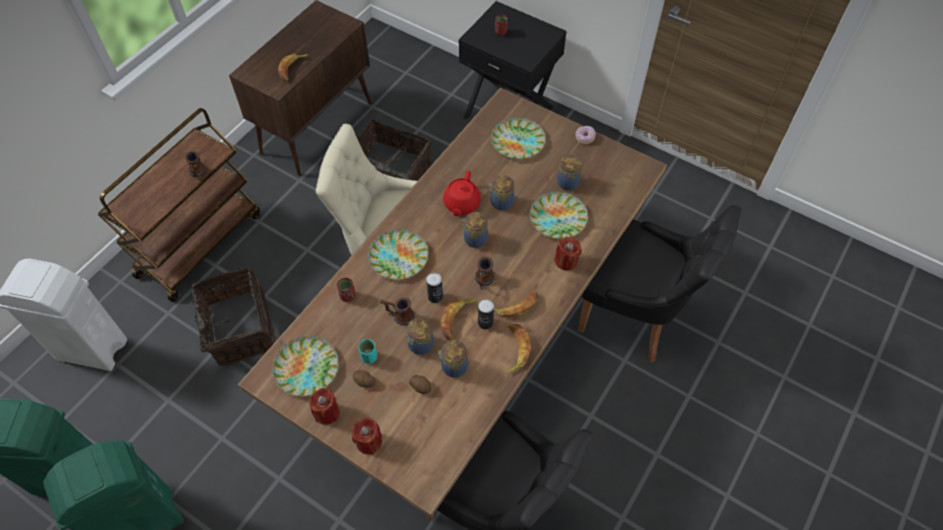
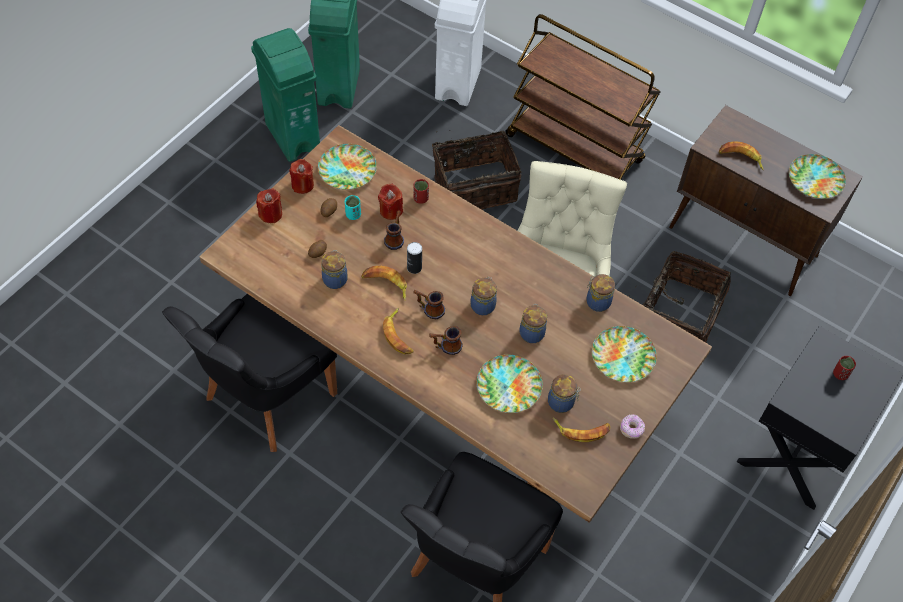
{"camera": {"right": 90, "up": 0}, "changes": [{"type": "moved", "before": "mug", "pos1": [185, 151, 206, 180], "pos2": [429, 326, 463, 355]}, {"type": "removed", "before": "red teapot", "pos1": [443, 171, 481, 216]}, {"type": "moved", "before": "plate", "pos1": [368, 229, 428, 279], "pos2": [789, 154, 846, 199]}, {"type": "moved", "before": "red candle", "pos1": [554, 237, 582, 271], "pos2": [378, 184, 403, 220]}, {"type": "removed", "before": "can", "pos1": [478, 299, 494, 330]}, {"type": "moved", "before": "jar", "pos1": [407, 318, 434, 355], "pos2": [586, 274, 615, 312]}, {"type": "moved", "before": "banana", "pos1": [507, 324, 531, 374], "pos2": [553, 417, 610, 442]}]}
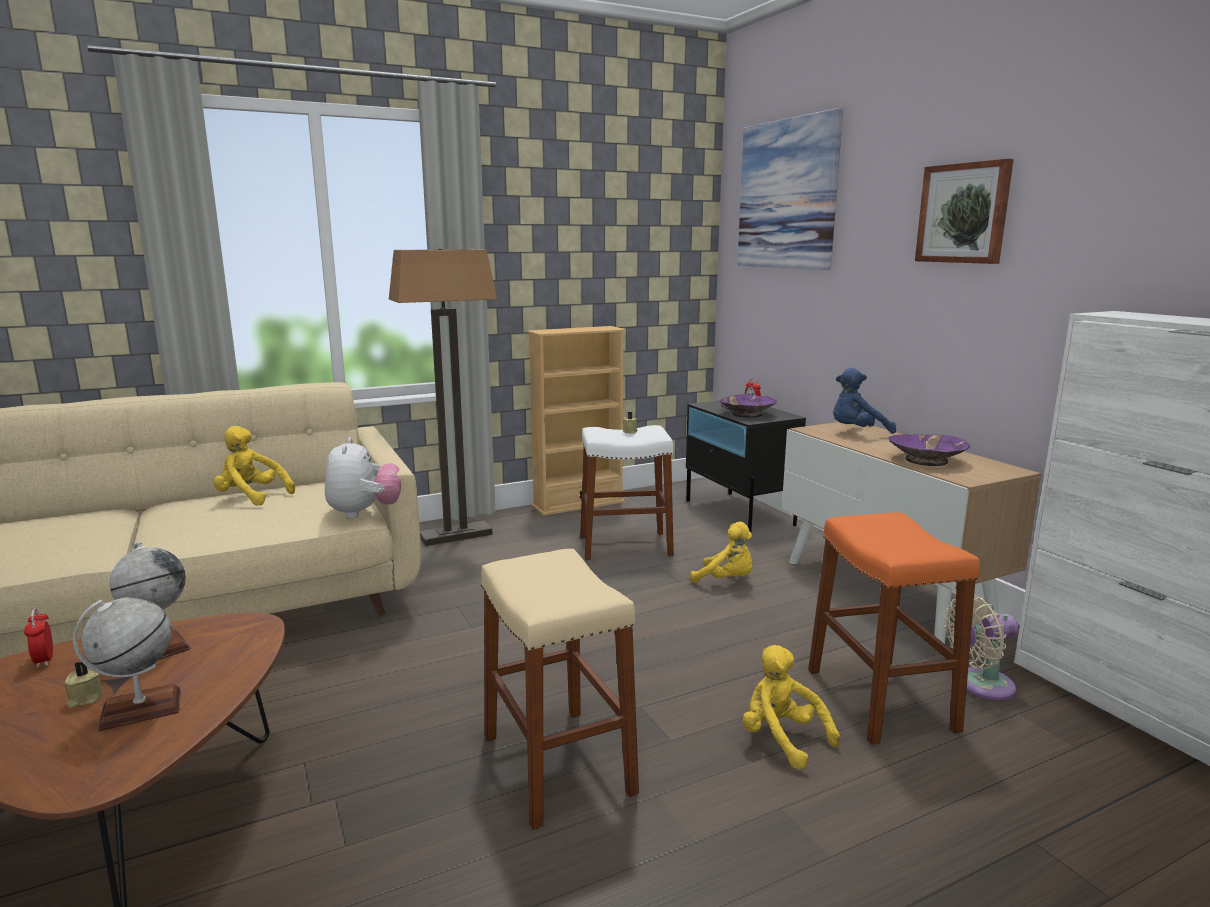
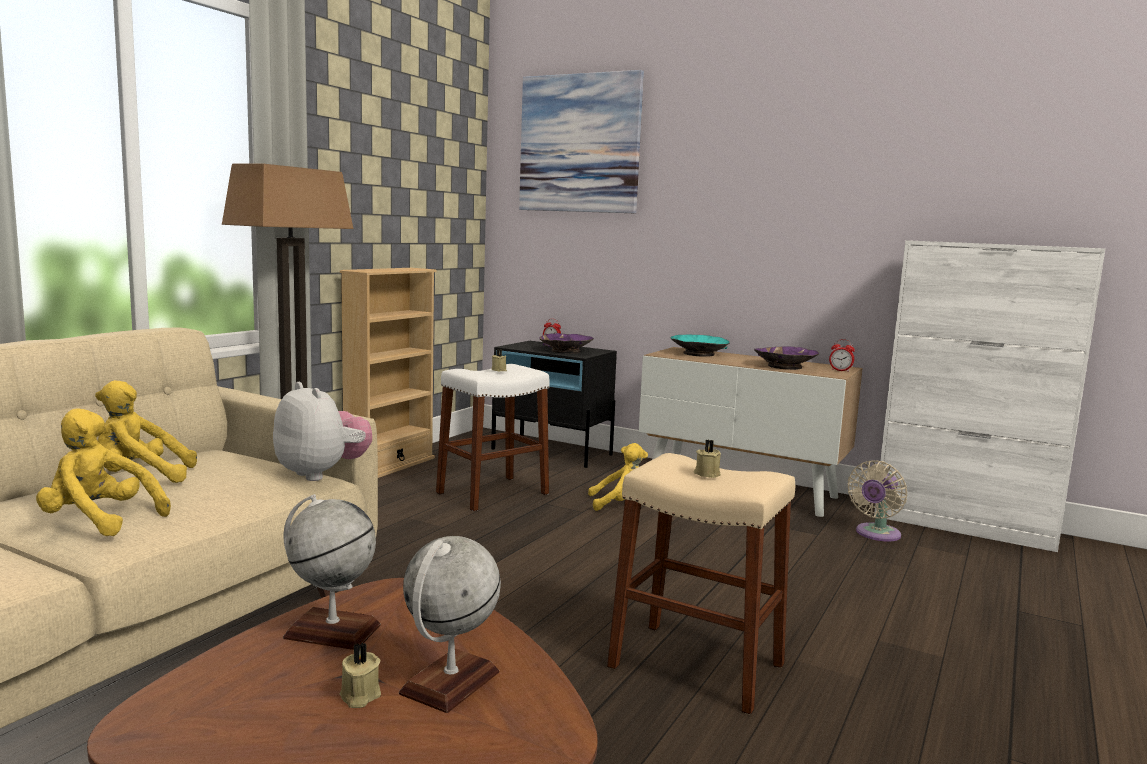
{"camera": {"right": -35, "up": -5}, "changes": [{"type": "removed", "before": "picture", "pos1": [915, 159, 1014, 264]}, {"type": "replaced", "before": "blue plush toy", "after": "turquoise bowl", "pos1": [833, 368, 896, 434], "pos2": [671, 335, 729, 357]}, {"type": "removed", "before": "orange stool", "pos1": [808, 512, 980, 745]}, {"type": "moved", "before": "alarm clock", "pos1": [24, 608, 53, 668], "pos2": [829, 339, 855, 372]}, {"type": "moved", "before": "yellow plush toy", "pos1": [743, 645, 840, 769], "pos2": [36, 408, 171, 536]}, {"type": "added", "after": "beige candle", "pos2": [694, 440, 721, 478]}]}
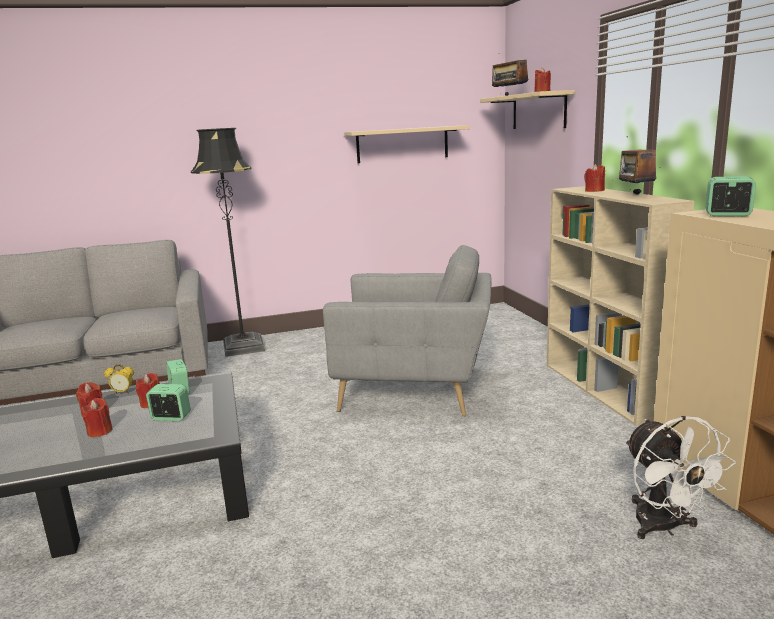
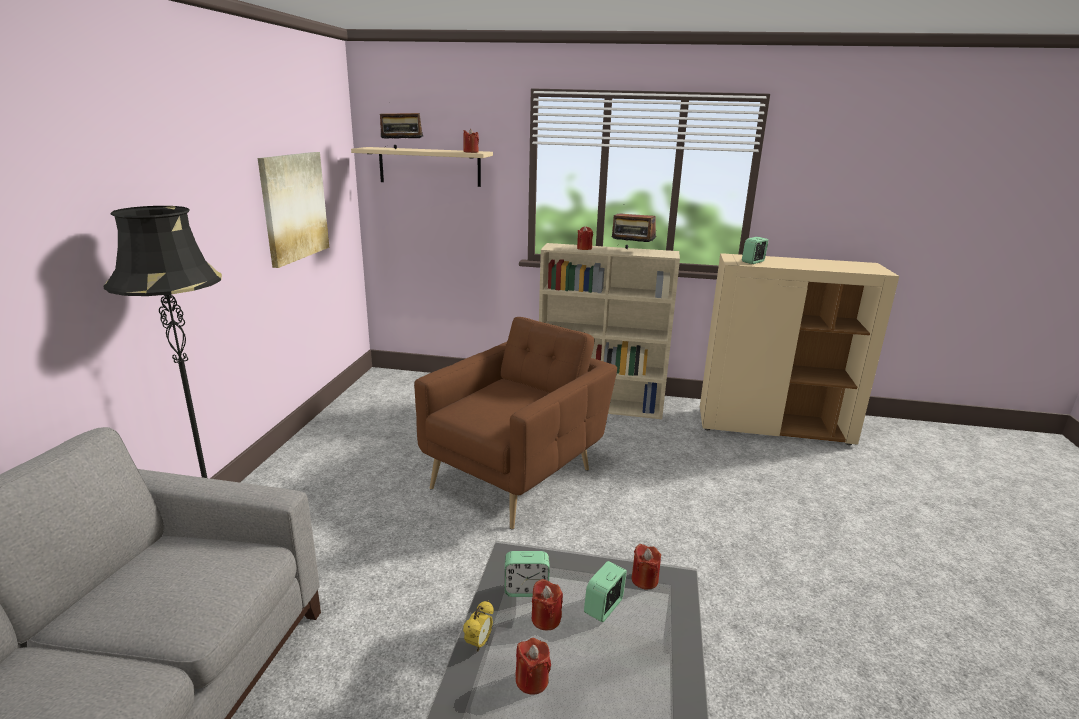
{"camera": {"right": -65, "up": 5}, "changes": [{"type": "replaced", "before": "beige shelf", "after": "picture", "pos1": [344, 125, 470, 163], "pos2": [258, 152, 329, 268]}, {"type": "recoloured", "before": "grey armchair", "after": "brown armchair", "pos1": [323, 245, 492, 416], "pos2": [414, 317, 617, 529]}, {"type": "moved", "before": "red candle", "pos1": [81, 398, 113, 437], "pos2": [632, 544, 661, 589]}, {"type": "removed", "before": "white fan", "pos1": [625, 416, 736, 539]}]}
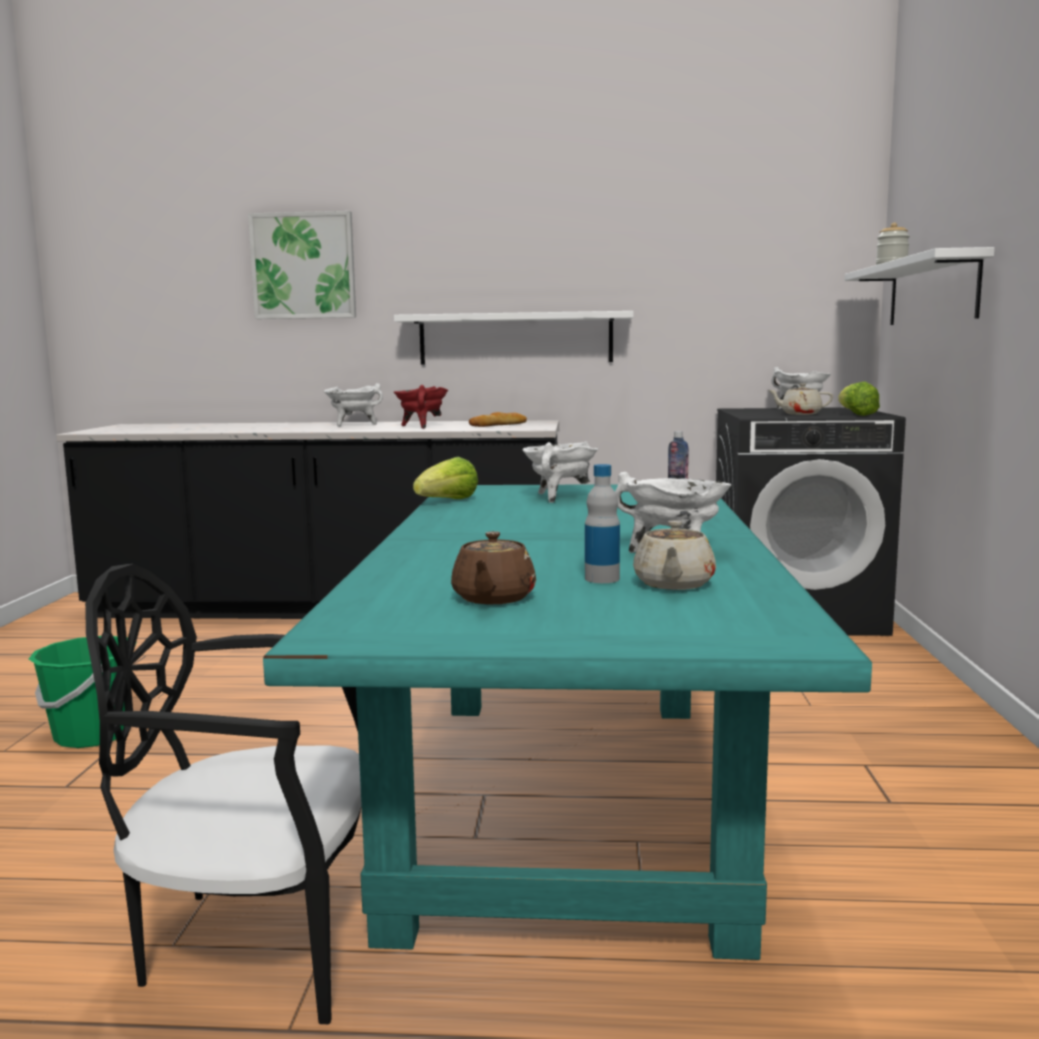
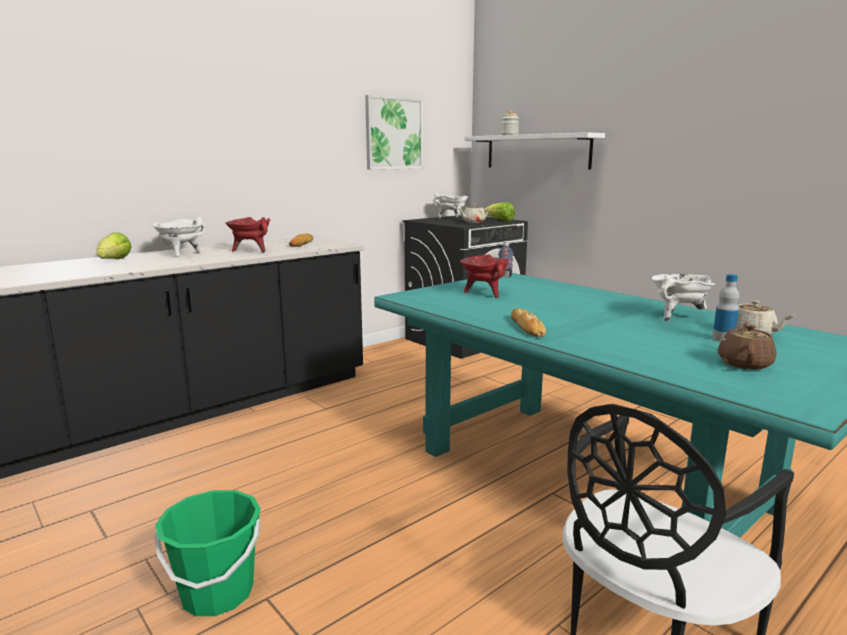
{"camera": {"right": -45, "up": 5}, "changes": [{"type": "moved", "before": "picture", "pos1": [248, 211, 356, 319], "pos2": [365, 95, 423, 170]}, {"type": "removed", "before": "white shelf", "pos1": [394, 311, 634, 365]}, {"type": "recoloured", "before": "white cooking pot", "after": "red cooking pot", "pos1": [523, 441, 598, 503], "pos2": [460, 254, 510, 298]}, {"type": "moved", "before": "lettuce", "pos1": [413, 457, 478, 499], "pos2": [97, 232, 132, 259]}, {"type": "turned", "before": "brown teapot", "pos1": [451, 531, 536, 604], "pos2": [718, 322, 777, 370], "turn": -120}, {"type": "added", "after": "bread", "pos2": [511, 308, 546, 337]}]}
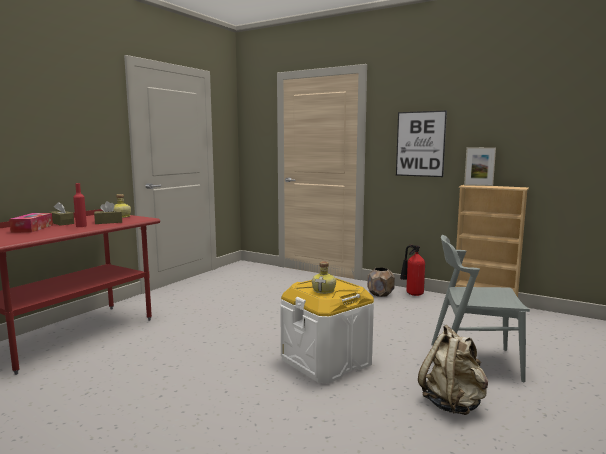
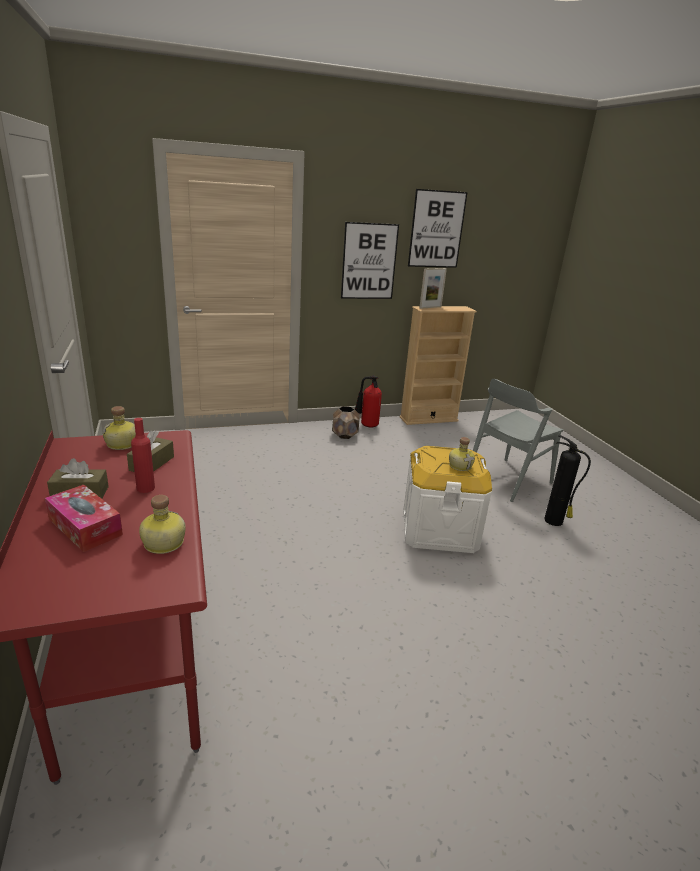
{"camera": {"right": -50, "up": 15}, "changes": [{"type": "replaced", "before": "beige backpack", "after": "fire extinguisher", "pos1": [418, 325, 489, 415], "pos2": [544, 435, 591, 526]}, {"type": "added", "after": "picture", "pos2": [408, 189, 468, 268]}, {"type": "added", "after": "bottle", "pos2": [139, 495, 186, 554]}]}
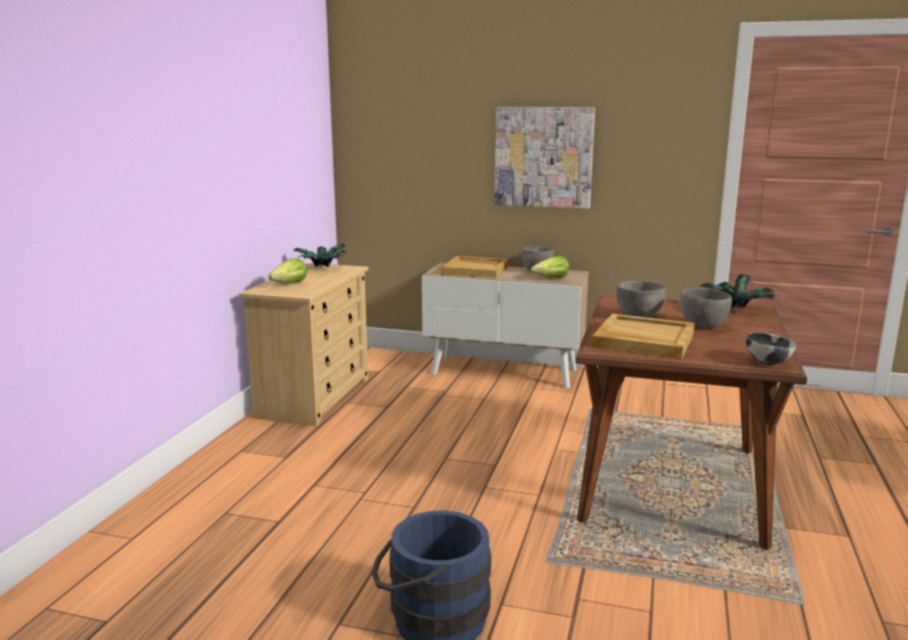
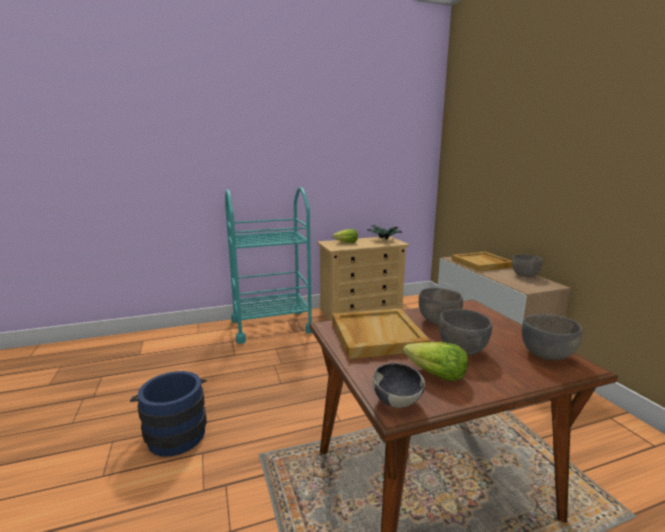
{"camera": {"right": 55, "up": 0}, "changes": [{"type": "removed", "before": "picture", "pos1": [494, 107, 595, 209]}, {"type": "moved", "before": "lettuce", "pos1": [531, 256, 569, 278], "pos2": [403, 342, 468, 381]}, {"type": "replaced", "before": "potted plant", "after": "grey bowl", "pos1": [700, 274, 777, 308], "pos2": [522, 314, 582, 361]}, {"type": "added", "after": "turquoise cart", "pos2": [225, 187, 312, 344]}]}
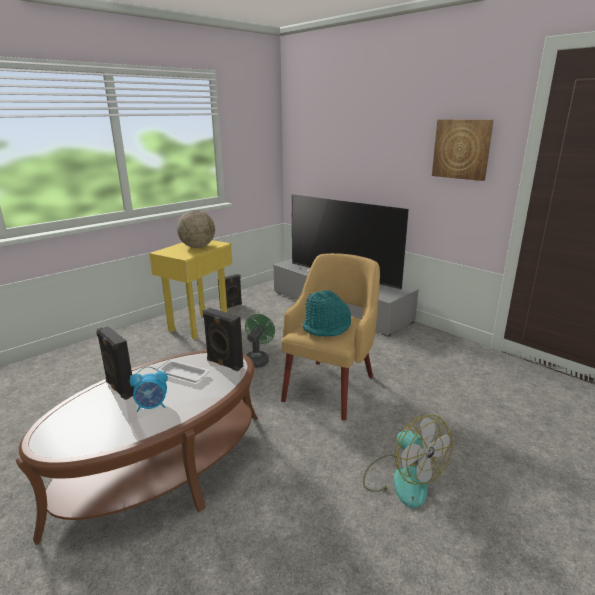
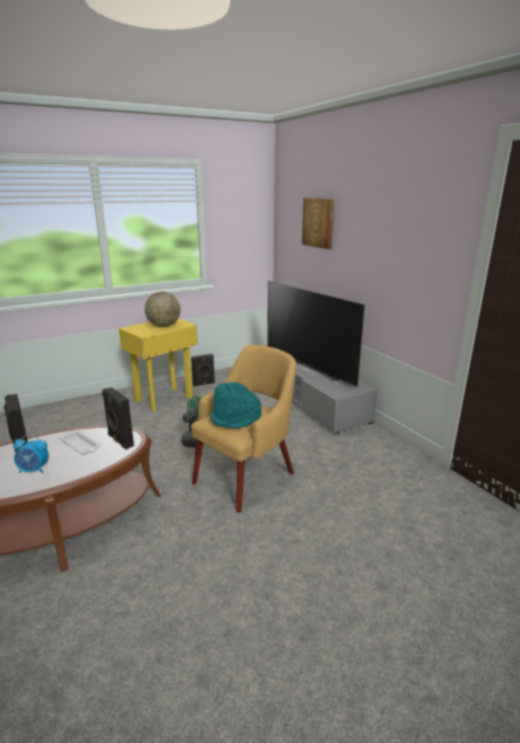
{"camera": {"right": 15, "up": 0}, "changes": [{"type": "moved", "before": "picture", "pos1": [432, 119, 494, 181], "pos2": [302, 198, 334, 249]}, {"type": "removed", "before": "fan", "pos1": [363, 415, 452, 508]}]}
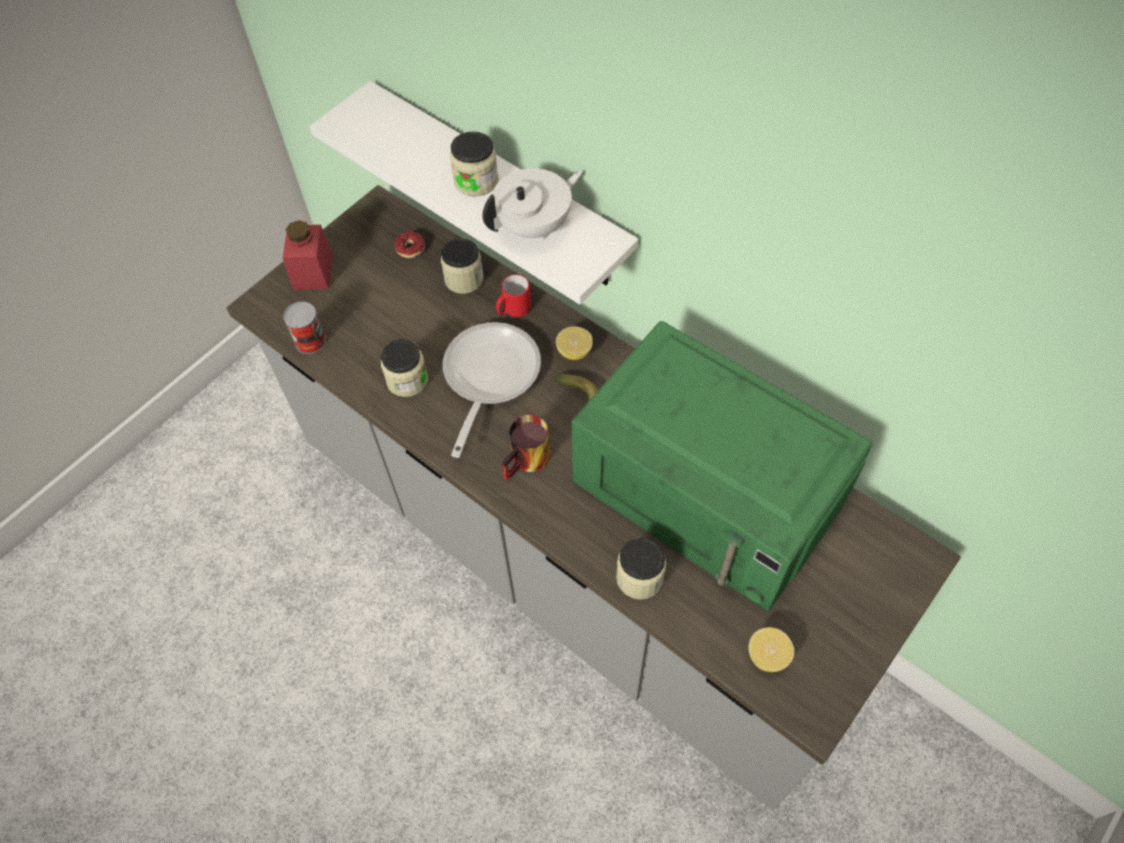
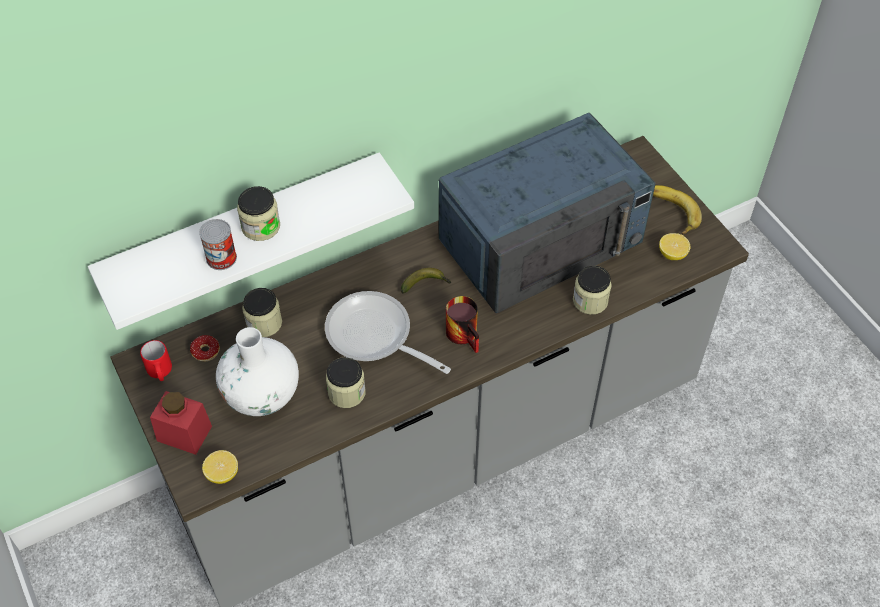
{"camera": {"right": -70, "up": -5}, "changes": [{"type": "removed", "before": "white teapot", "pos1": [482, 168, 583, 240]}, {"type": "moved", "before": "red mug", "pos1": [496, 274, 531, 317], "pos2": [140, 340, 172, 381]}, {"type": "moved", "before": "can", "pos1": [283, 302, 326, 354], "pos2": [199, 219, 237, 270]}, {"type": "recoloured", "before": "green microwave", "after": "blue microwave", "pos1": [572, 321, 872, 611], "pos2": [439, 113, 656, 313]}, {"type": "moved", "before": "lemon", "pos1": [556, 326, 593, 360], "pos2": [202, 450, 238, 484]}, {"type": "added", "after": "banana", "pos2": [653, 185, 702, 235]}, {"type": "added", "after": "white vase", "pos2": [216, 327, 299, 416]}]}
